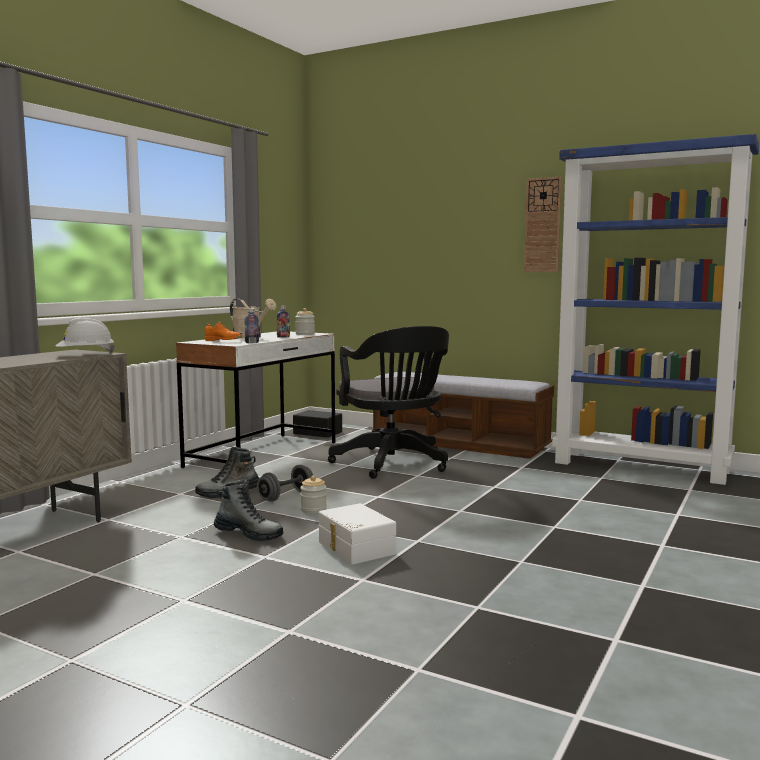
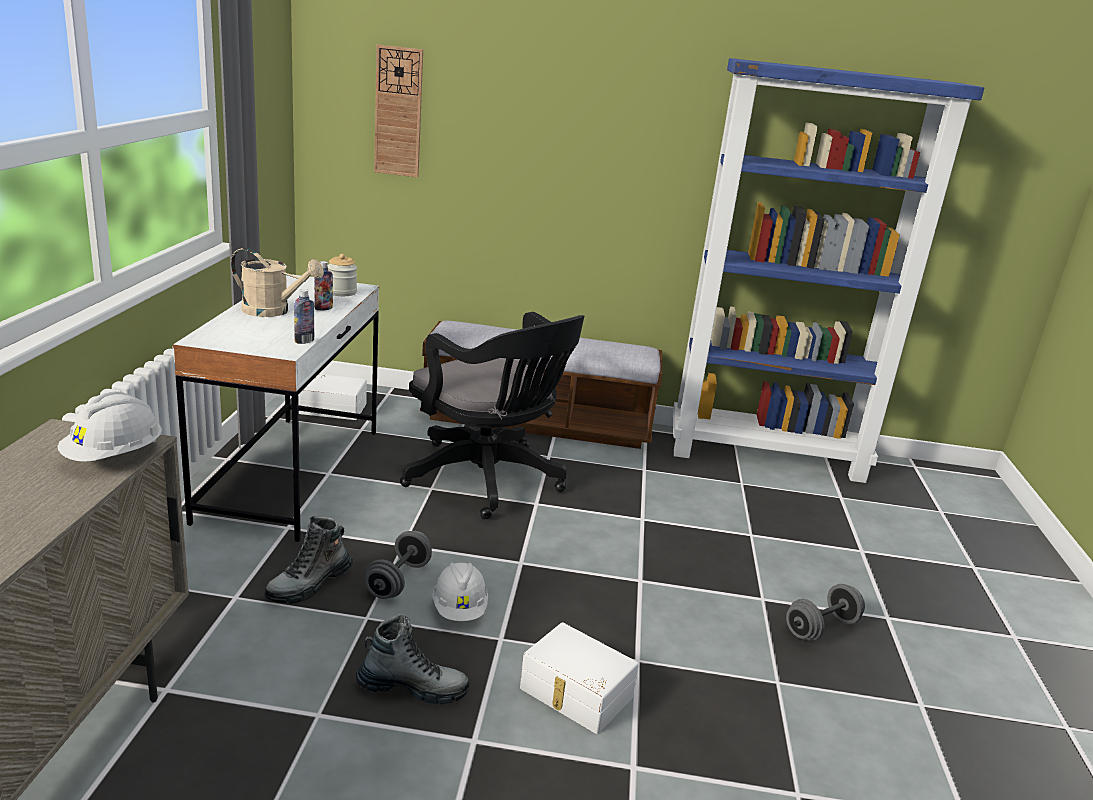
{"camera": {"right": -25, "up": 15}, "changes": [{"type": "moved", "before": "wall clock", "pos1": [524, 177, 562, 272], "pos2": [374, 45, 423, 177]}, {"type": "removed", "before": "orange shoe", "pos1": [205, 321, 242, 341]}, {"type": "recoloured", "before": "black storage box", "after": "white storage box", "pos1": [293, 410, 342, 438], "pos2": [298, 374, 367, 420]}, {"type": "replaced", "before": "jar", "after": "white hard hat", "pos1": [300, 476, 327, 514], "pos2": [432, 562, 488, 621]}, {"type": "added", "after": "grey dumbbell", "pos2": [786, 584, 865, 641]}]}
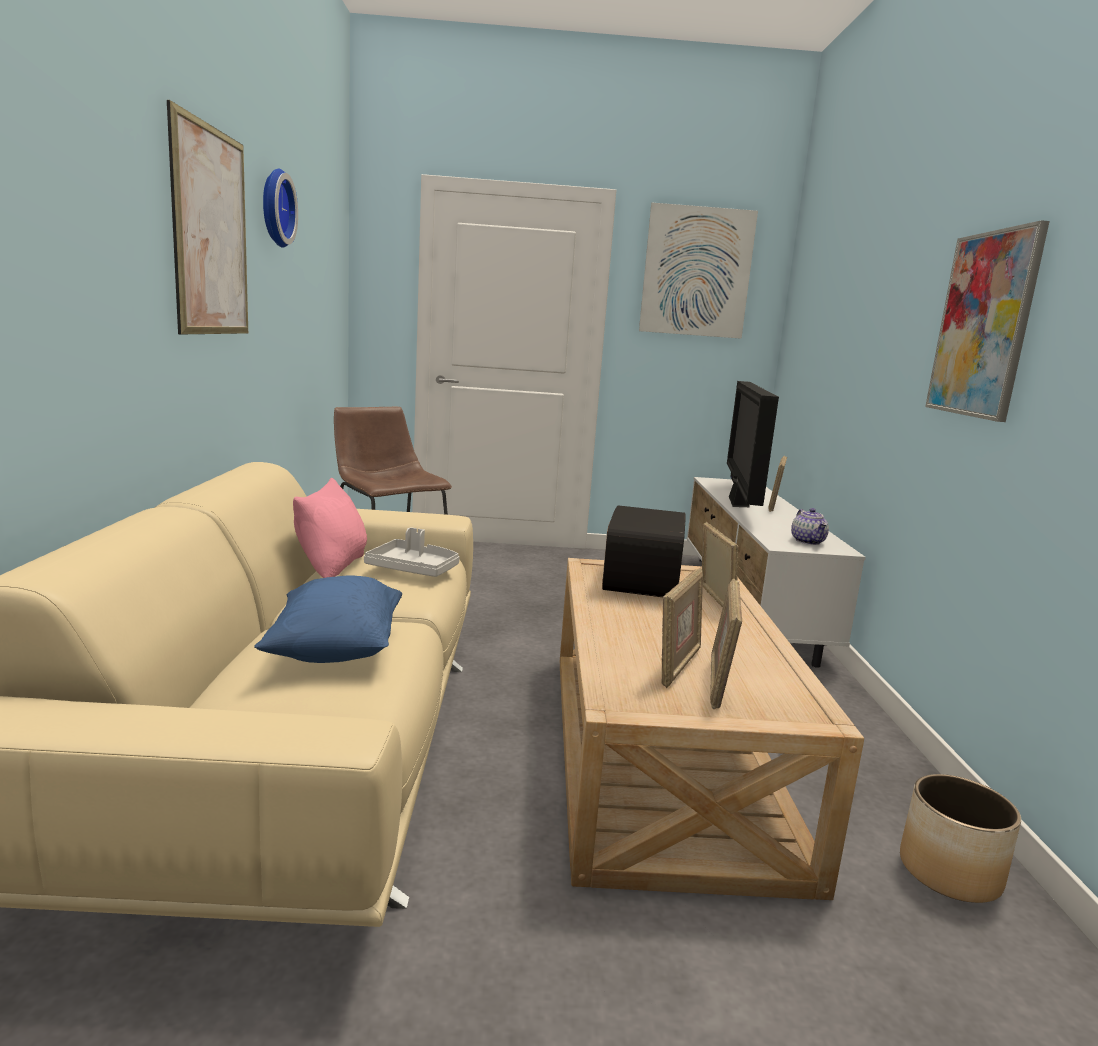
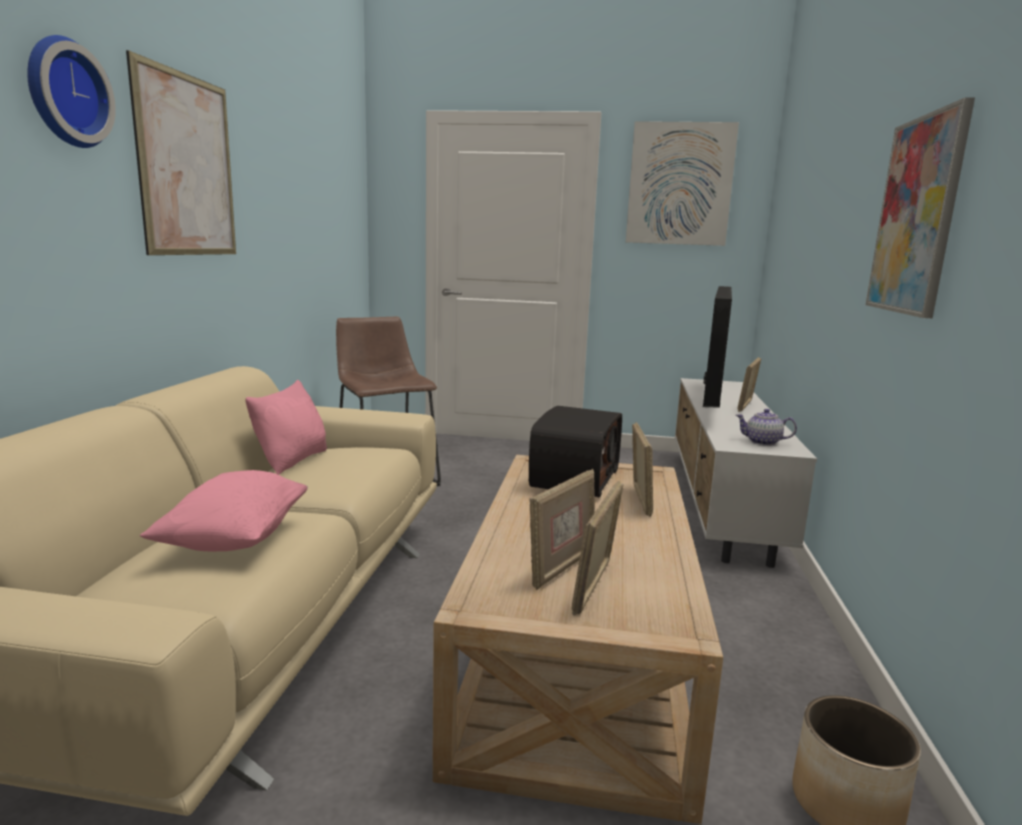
{"camera": {"right": 10, "up": 0}, "changes": [{"type": "moved", "before": "wall clock", "pos1": [263, 168, 298, 248], "pos2": [28, 35, 116, 148]}, {"type": "turned", "before": "teapot", "pos1": [791, 508, 829, 545], "pos2": [736, 409, 797, 446], "turn": 105}, {"type": "removed", "before": "grey tray", "pos1": [364, 527, 460, 577]}, {"type": "recoloured", "before": "blue pillow", "after": "pink pillow", "pos1": [254, 575, 402, 663], "pos2": [140, 470, 308, 552]}]}
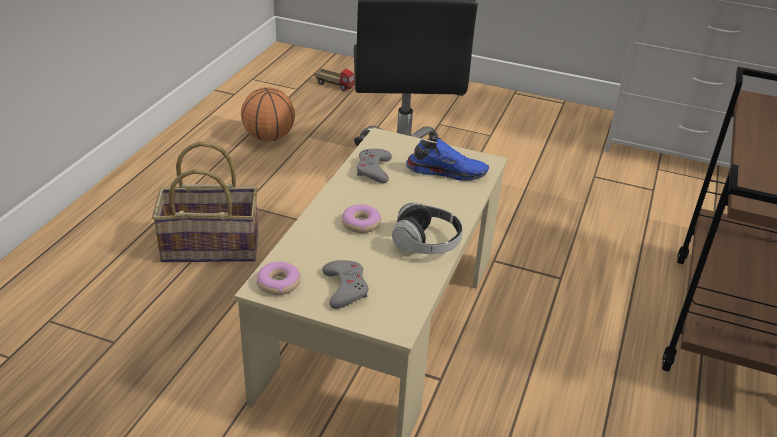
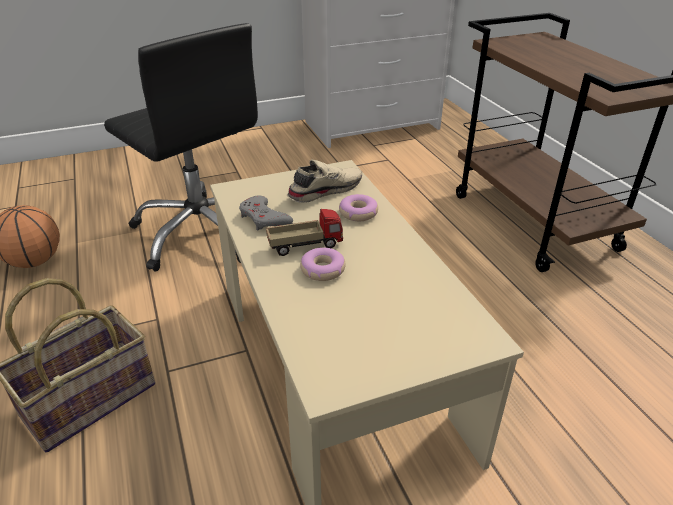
{"camera": {"right": -40, "up": 0}, "changes": [{"type": "moved", "before": "toy truck", "pos1": [315, 68, 355, 91], "pos2": [266, 209, 343, 256]}, {"type": "recoloured", "before": "blue shoe", "after": "beige shoe", "pos1": [406, 138, 489, 181], "pos2": [287, 160, 362, 203]}, {"type": "removed", "before": "headphones", "pos1": [392, 202, 463, 254]}, {"type": "removed", "before": "grey game controller", "pos1": [322, 260, 368, 309]}, {"type": "moved", "before": "donut", "pos1": [257, 262, 301, 295], "pos2": [339, 194, 378, 221]}]}
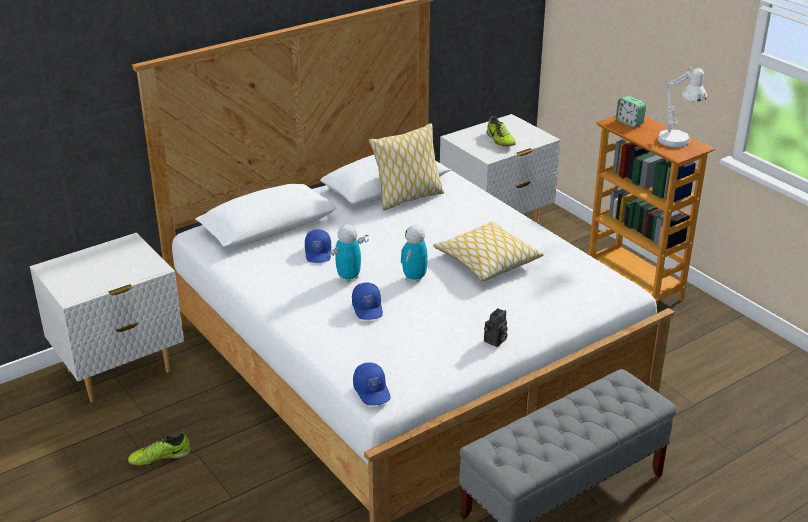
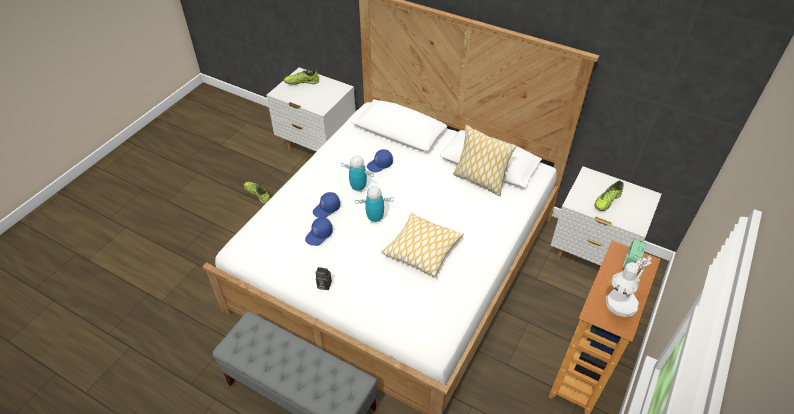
{"camera": {"right": 65, "up": 15}, "changes": [{"type": "moved", "before": "blue cap", "pos1": [353, 363, 391, 406], "pos2": [305, 217, 333, 246]}, {"type": "added", "after": "shoe", "pos2": [284, 70, 319, 85]}]}
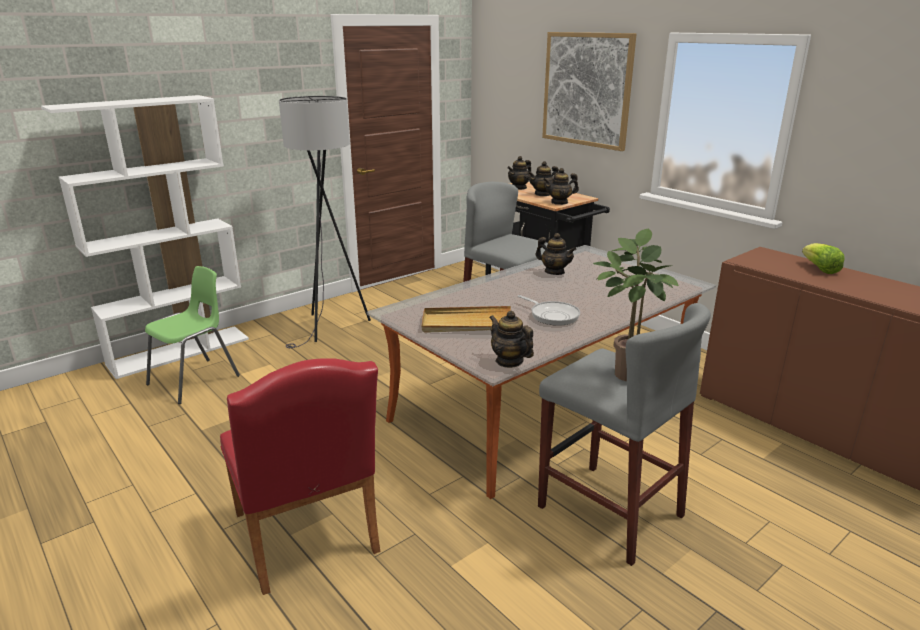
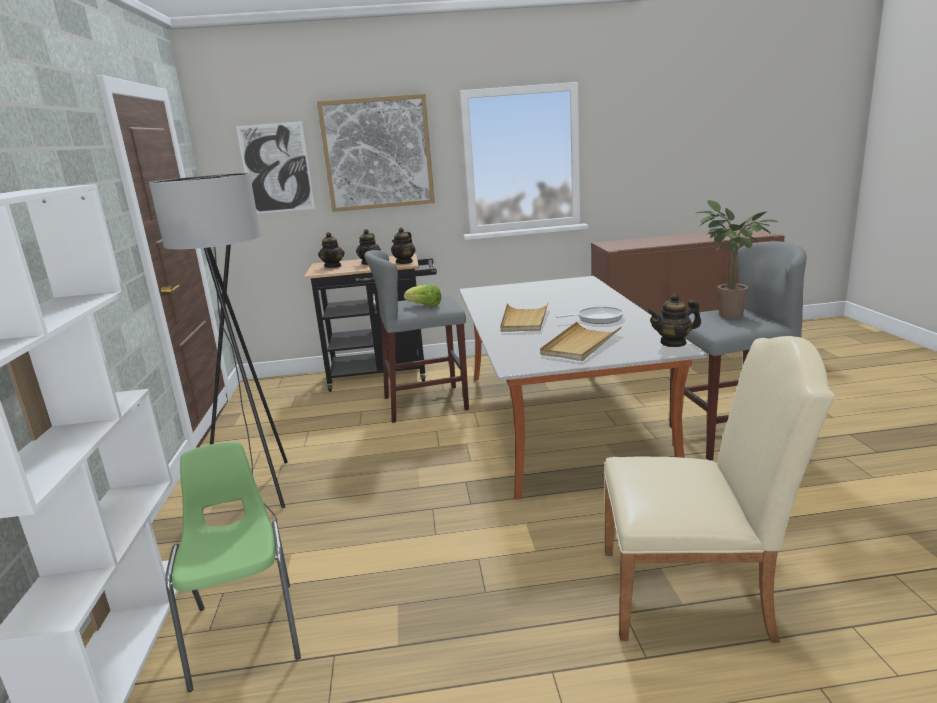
{"camera": {"right": -55, "up": -5}, "changes": [{"type": "removed", "before": "teapot", "pos1": [536, 233, 577, 275]}, {"type": "moved", "before": "lettuce", "pos1": [802, 243, 845, 274], "pos2": [404, 284, 442, 307]}, {"type": "recoloured", "before": "red chair", "after": "beige chair", "pos1": [220, 358, 380, 595], "pos2": [604, 336, 835, 643]}, {"type": "added", "after": "picture", "pos2": [236, 121, 315, 214]}, {"type": "added", "after": "beige tray", "pos2": [500, 302, 549, 332]}]}
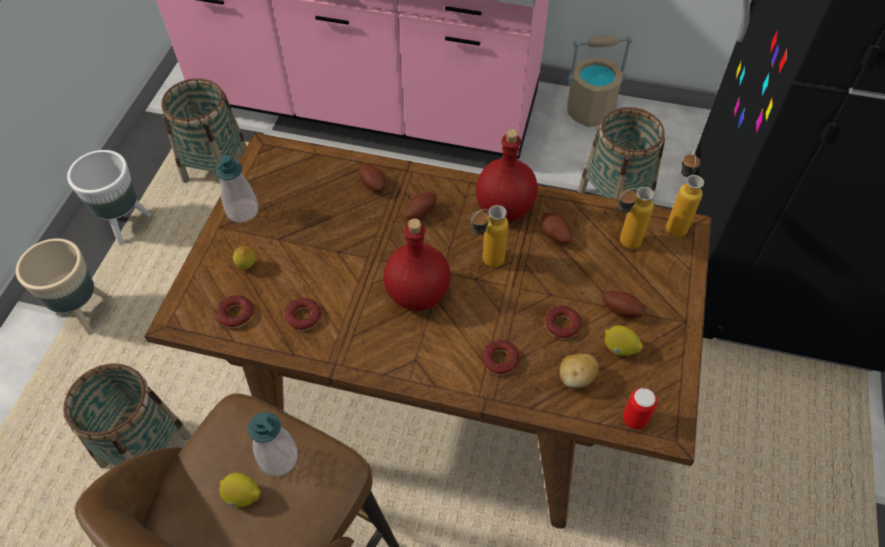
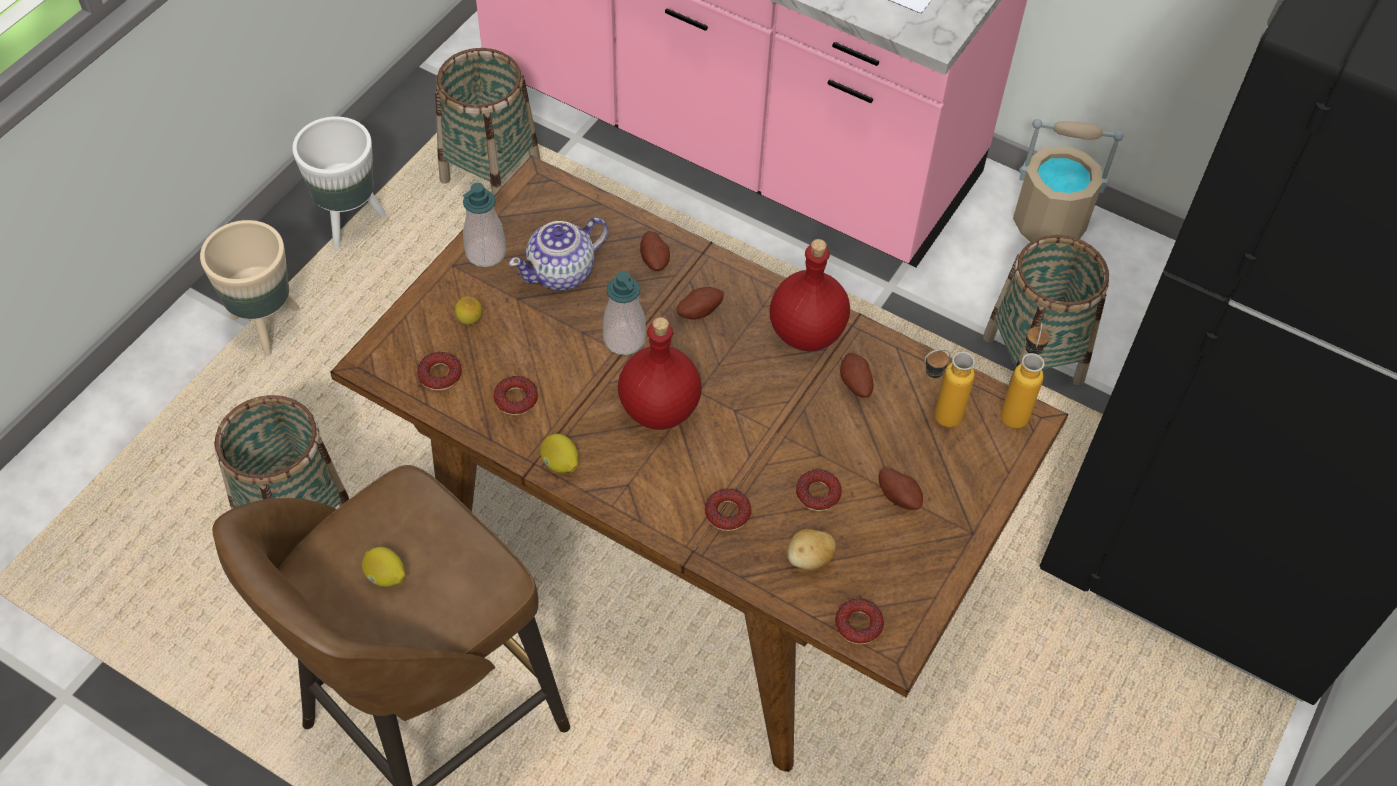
{"camera": {"right": 15, "up": 0}, "changes": [{"type": "removed", "before": "bottle", "pos1": [471, 205, 508, 267]}, {"type": "moved", "before": "lemon", "pos1": [605, 325, 643, 356], "pos2": [540, 434, 579, 473]}, {"type": "replaced", "before": "can", "after": "donut", "pos1": [623, 388, 657, 429], "pos2": [835, 598, 884, 645]}, {"type": "moved", "before": "soap dispenser", "pos1": [248, 412, 298, 476], "pos2": [603, 271, 646, 355]}, {"type": "added", "after": "teapot", "pos2": [509, 217, 608, 291]}]}
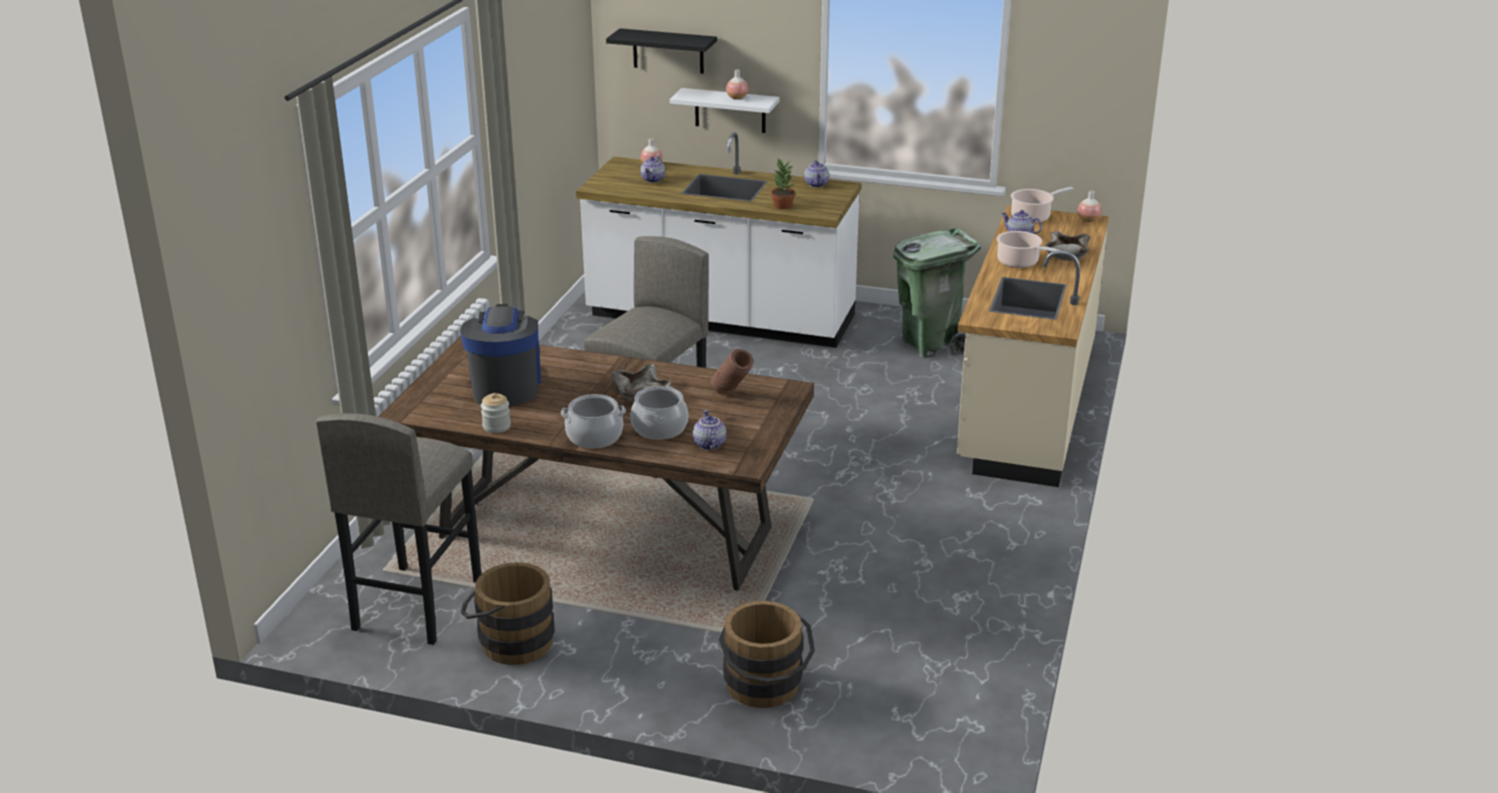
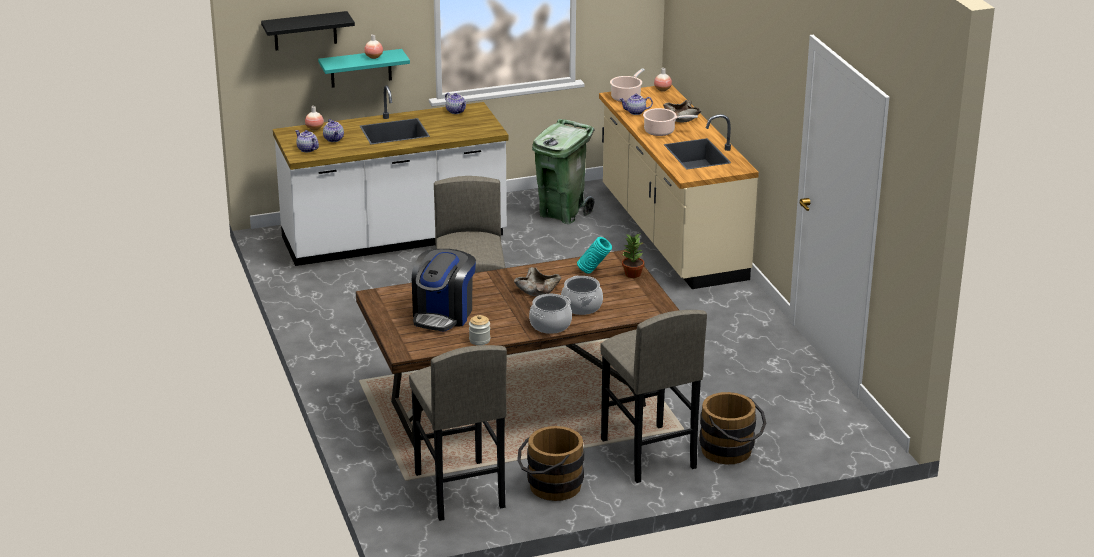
{"camera": {"right": -35, "up": 0}, "changes": [{"type": "recoloured", "before": "white shelf", "after": "turquoise shelf", "pos1": [670, 88, 780, 133], "pos2": [318, 49, 410, 88]}, {"type": "moved", "before": "potted plant", "pos1": [771, 158, 795, 210], "pos2": [622, 234, 644, 278]}, {"type": "turned", "before": "coffee machine", "pos1": [460, 304, 541, 407], "pos2": [412, 249, 476, 332], "turn": -120}, {"type": "recoloured", "before": "brown vase", "after": "turquoise vase", "pos1": [711, 349, 754, 395], "pos2": [577, 237, 612, 274]}, {"type": "moved", "before": "teapot", "pos1": [693, 410, 726, 450], "pos2": [296, 130, 319, 152]}, {"type": "added", "after": "grey stool", "pos2": [600, 310, 707, 483]}]}
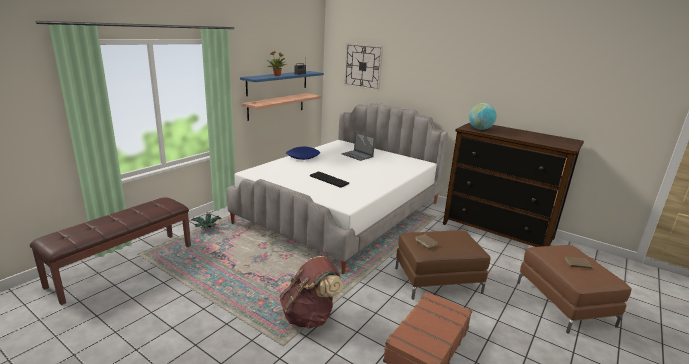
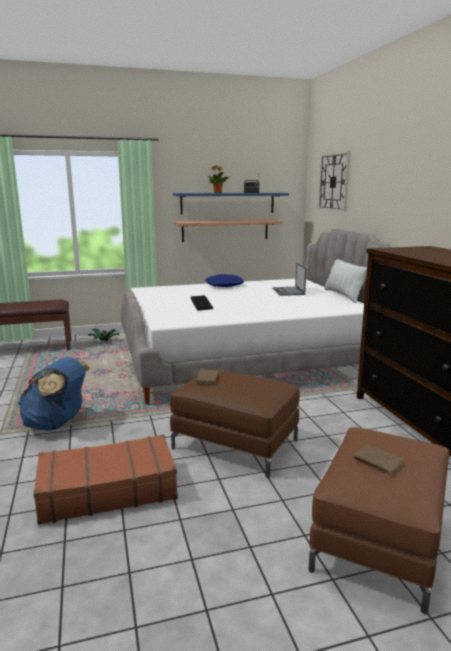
{"camera": {"right": 40, "up": -5}, "changes": [{"type": "removed", "before": "globe", "pos1": [469, 103, 497, 130]}, {"type": "recoloured", "before": "brown backpack", "after": "blue backpack", "pos1": [280, 256, 343, 329], "pos2": [18, 357, 91, 431]}, {"type": "added", "after": "pillow", "pos2": [324, 259, 367, 303]}]}
